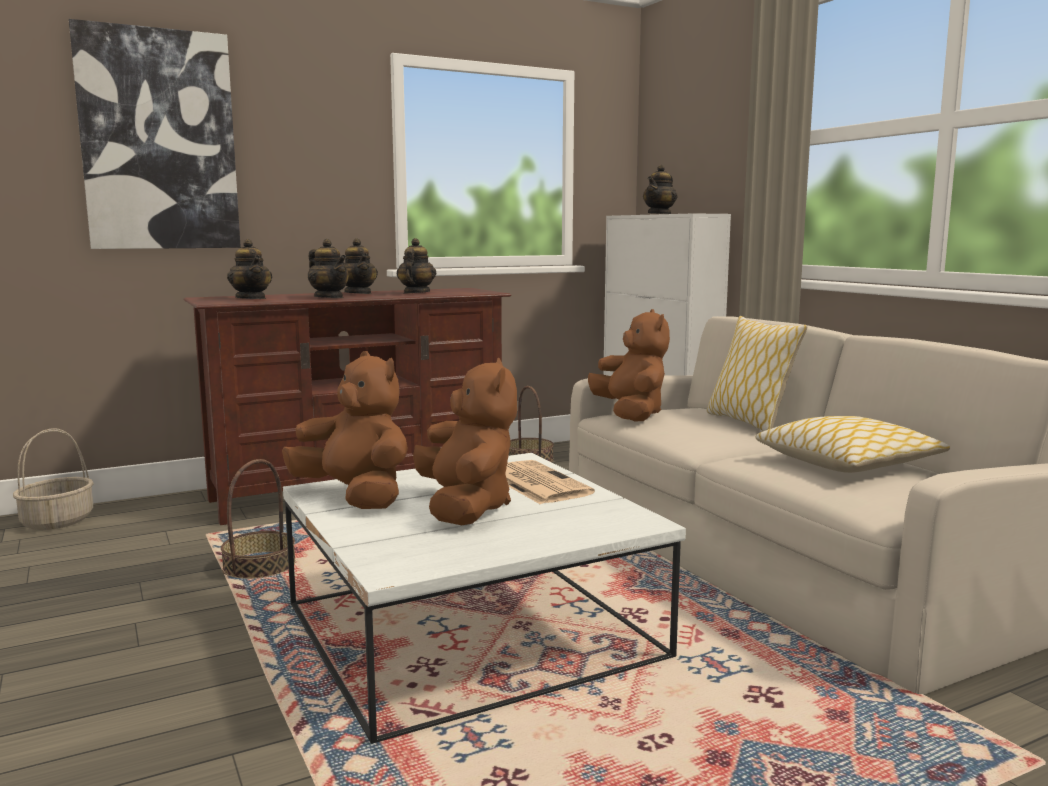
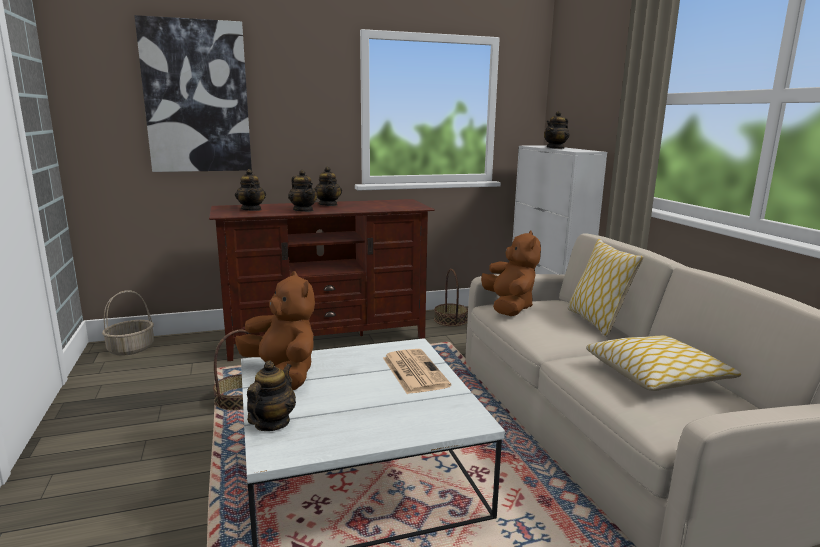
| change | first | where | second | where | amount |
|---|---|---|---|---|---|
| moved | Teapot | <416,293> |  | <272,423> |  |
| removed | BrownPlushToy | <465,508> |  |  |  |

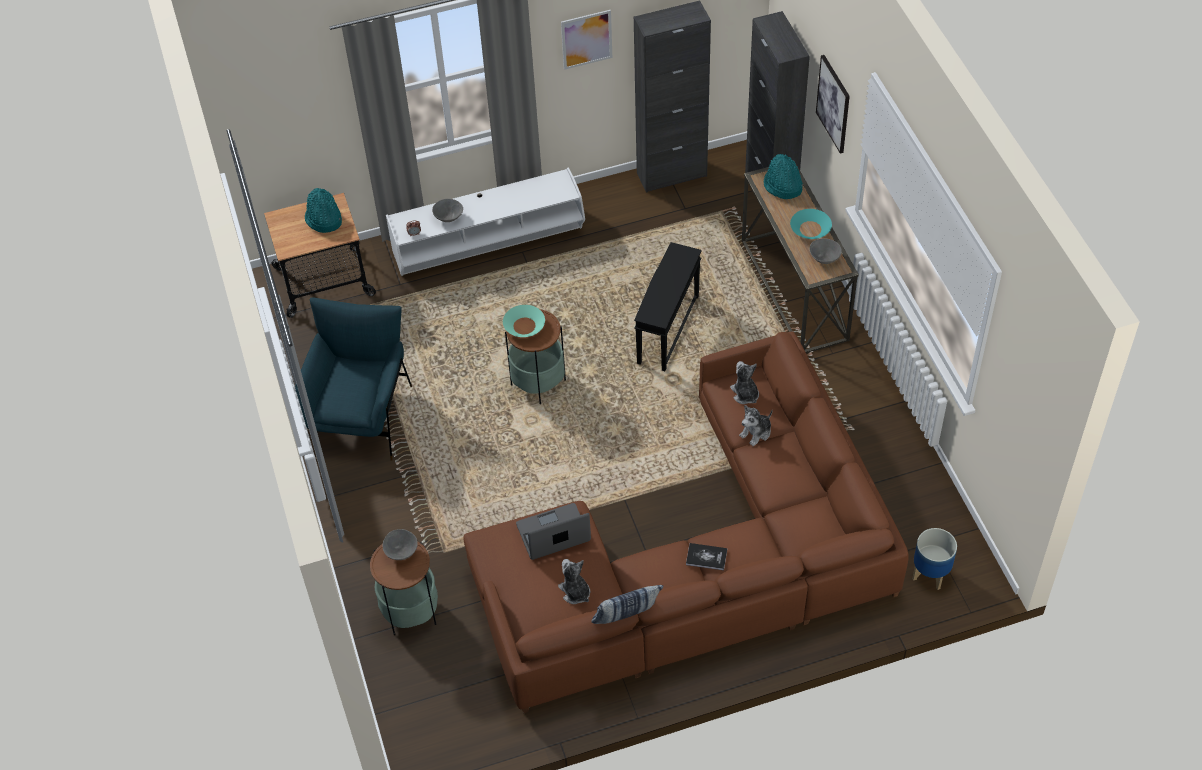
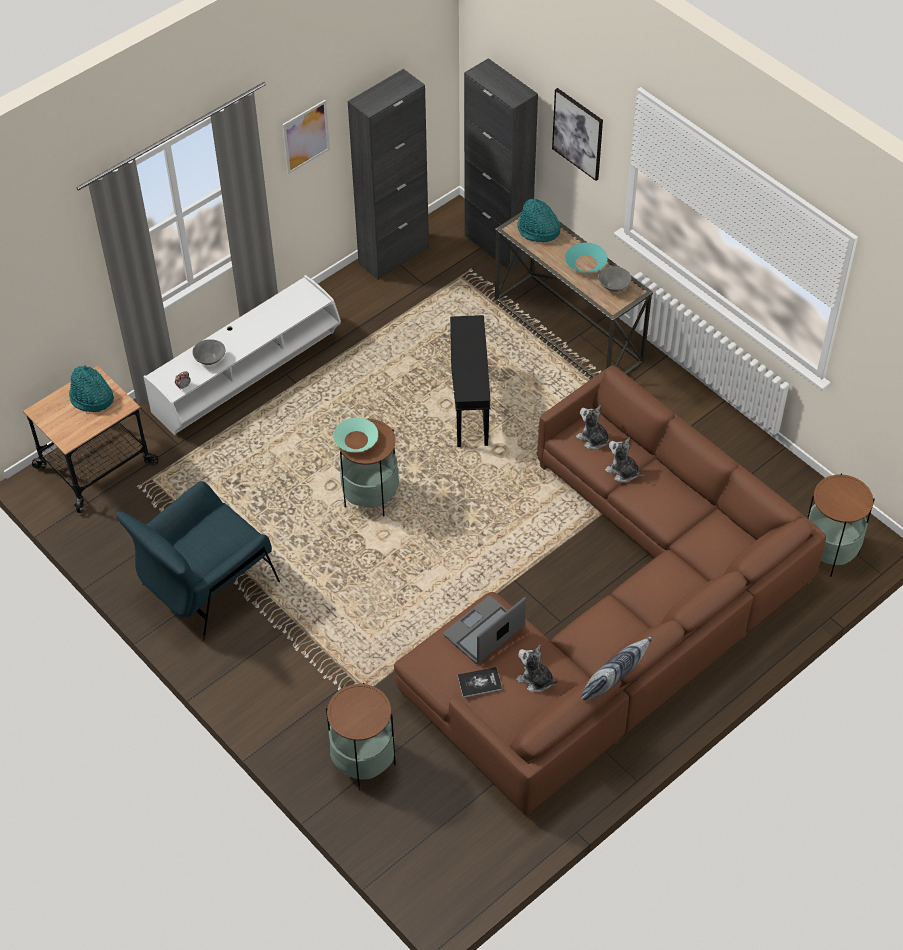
| change | first | where | second | where | amount |
|---|---|---|---|---|---|
| turned | BlueArmchair | <360,414> |  | <207,586> | 120 degrees counterclockwise |
| removed | GreyBowl | <401,551> |  |  |  |
| moved | Book | <706,557> |  | <479,683> |  |
| turned | PlushToy | <756,432> |  | <622,472> | 105 degrees clockwise |
| replaced | Planter | <930,574> | SideTable | <828,552> |  |

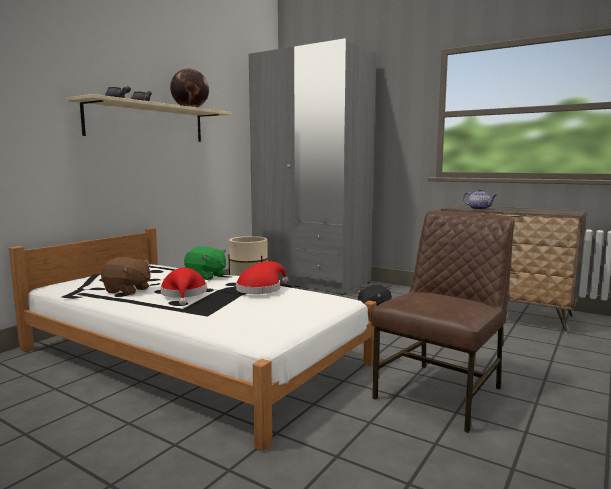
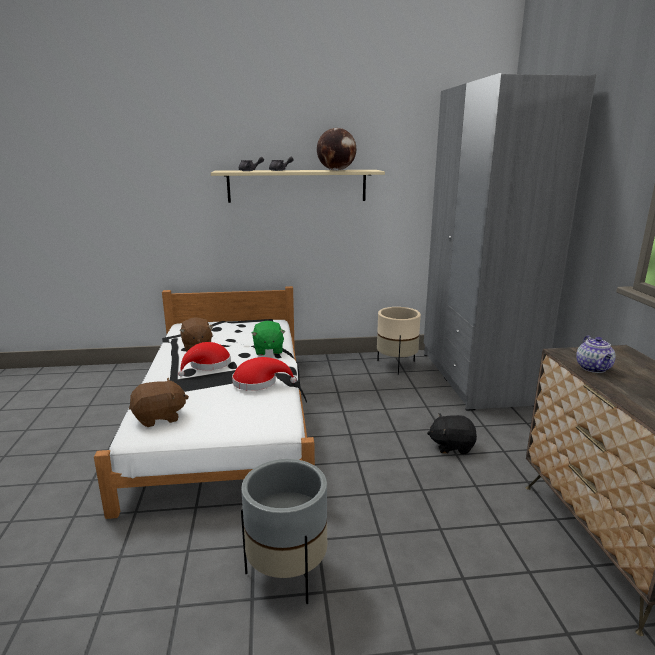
| change | first | where | second | where | amount |
|---|---|---|---|---|---|
| replaced | BrownChair | <441,393> | GreyPlanter | <287,573> |  |
| added |  |  | BrownPlushToy | <159,417> |  |

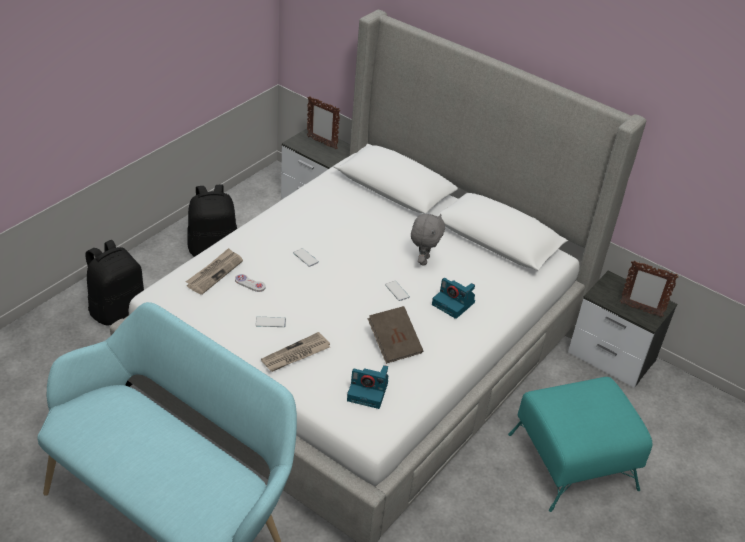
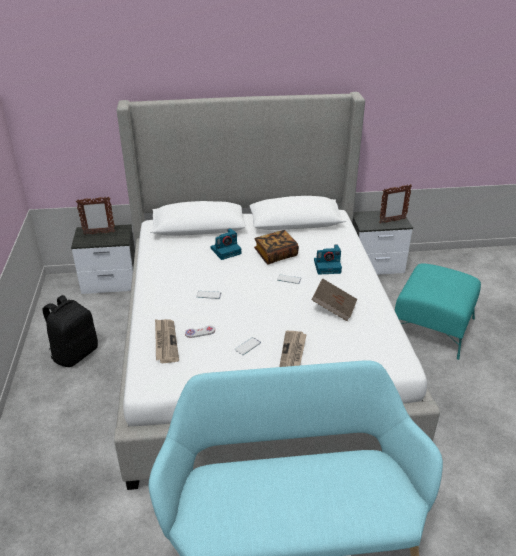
| change | first | where | second | where | amount |
|---|---|---|---|---|---|
| removed | BlackBackpack | <117,310> |  |  |  |
| moved | PhotoCamera | <368,391> |  | <226,250> |  |
| replaced | GreyPlushToy | <423,260> | Book | <276,255> |  |

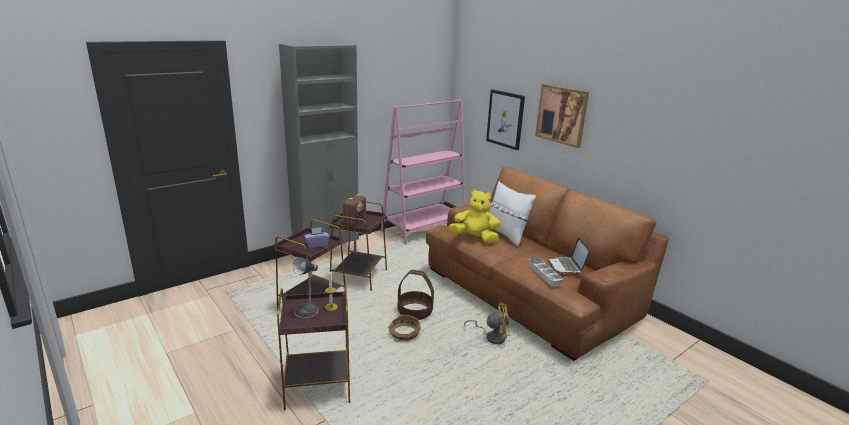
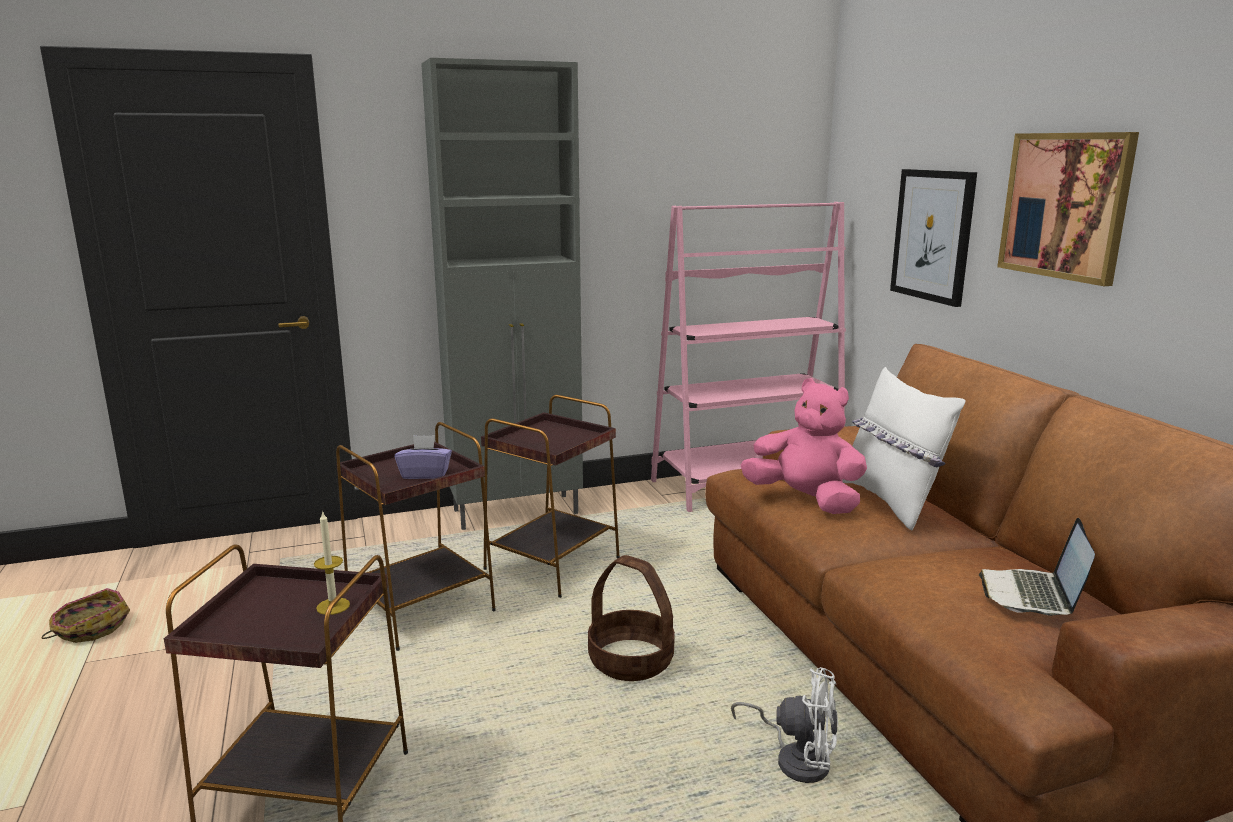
| change | first | where | second | where | amount |
|---|---|---|---|---|---|
| removed | TableLamp | <307,311> |  |  |  |
| removed | Radio | <354,221> |  |  |  |
| moved | Basket | <404,333> |  | <90,628> |  |
| recoloured | YellowPlushToy | <475,238> | PinkPlushToy | <805,500> |  |
| recoloured | YellowFan | <492,337> | WhiteFan | <796,759> |  |
| removed | GreyTray | <544,274> |  |  |  |

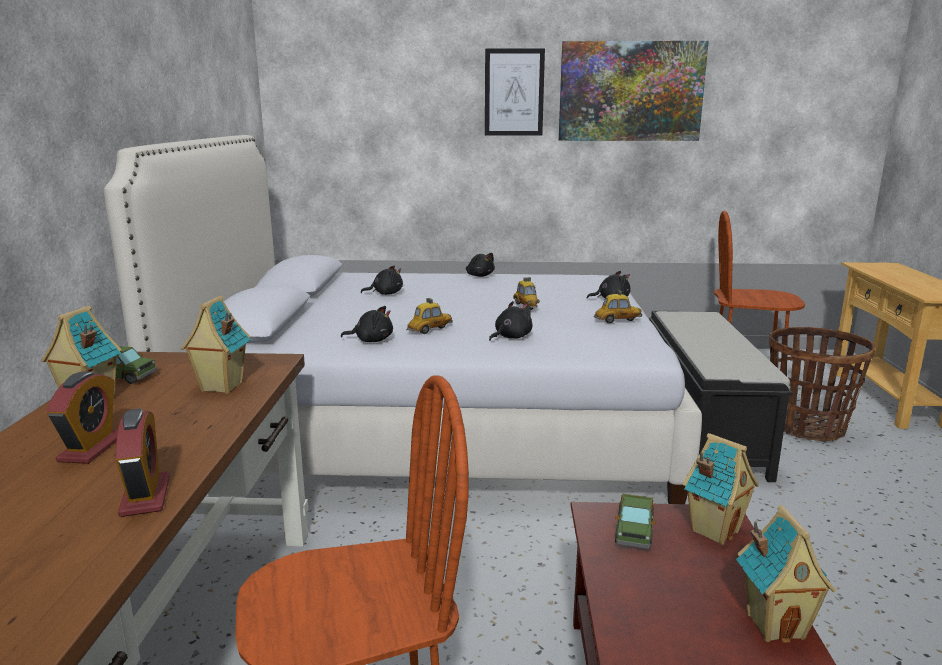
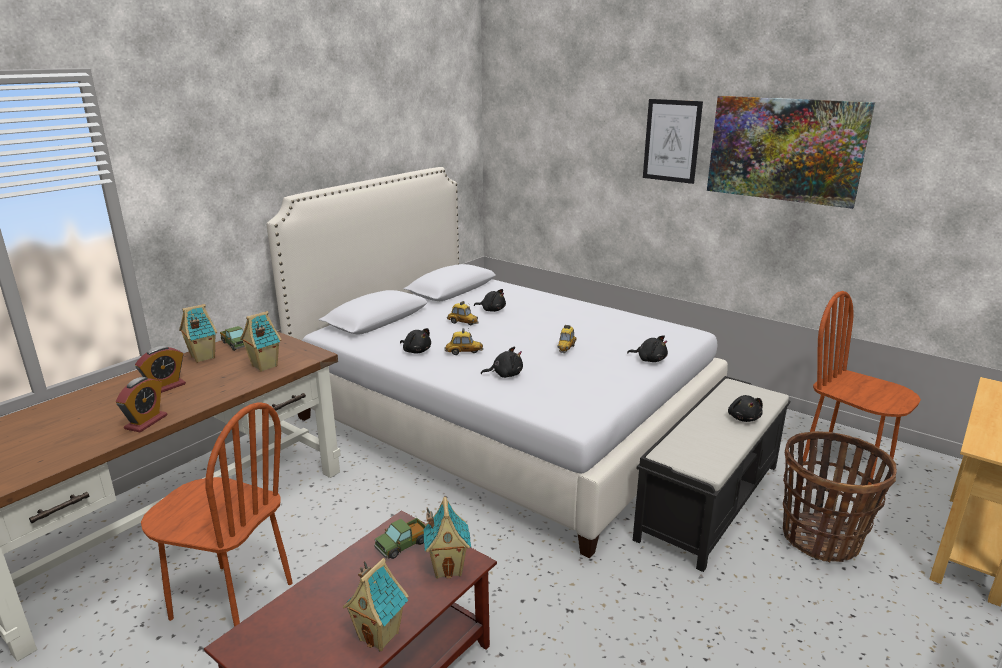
| change | first | where | second | where | amount |
|---|---|---|---|---|---|
| moved | BlackPlushToy | <479,276> |  | <743,418> |  |
| moved | ToyCar | <617,321> |  | <462,323> |  |

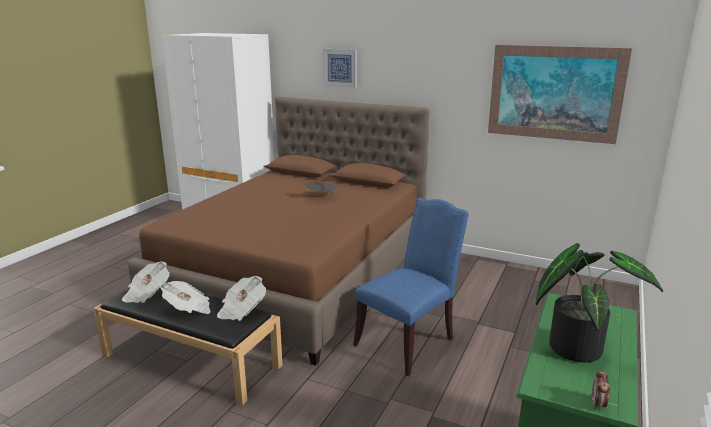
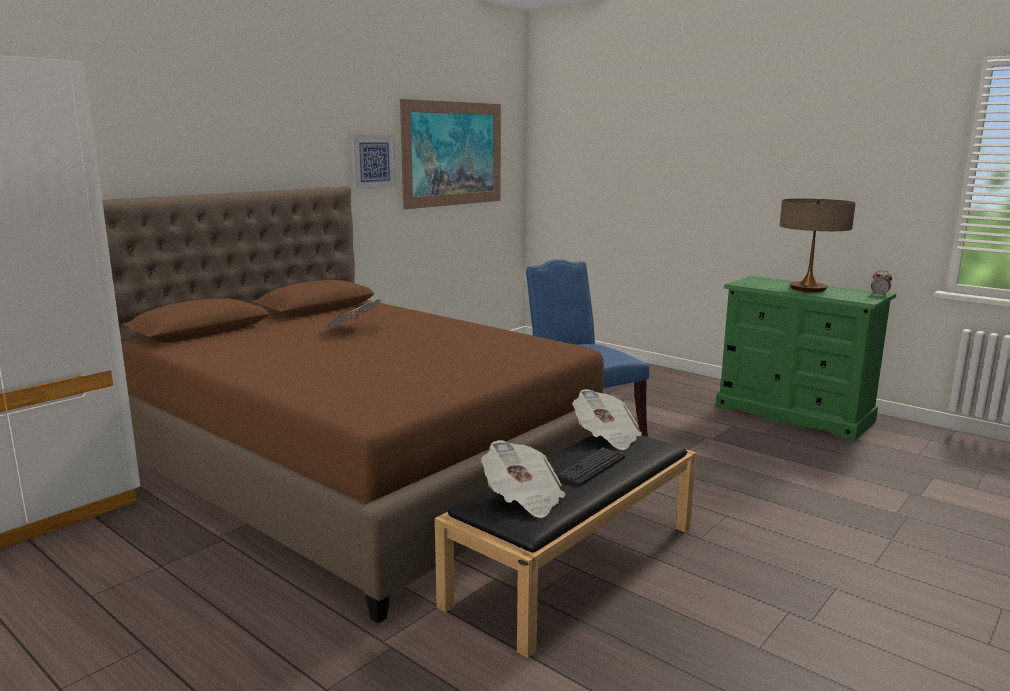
| change | first | where | second | where | amount |
|---|---|---|---|---|---|
| replaced | Newspaper | <188,309> | Keyboard | <591,467> |  |
| moved | Picture | <340,67> |  | <372,161> |  |
| replaced | PottedPlant | <578,346> | TableLamp | <808,289> |  |

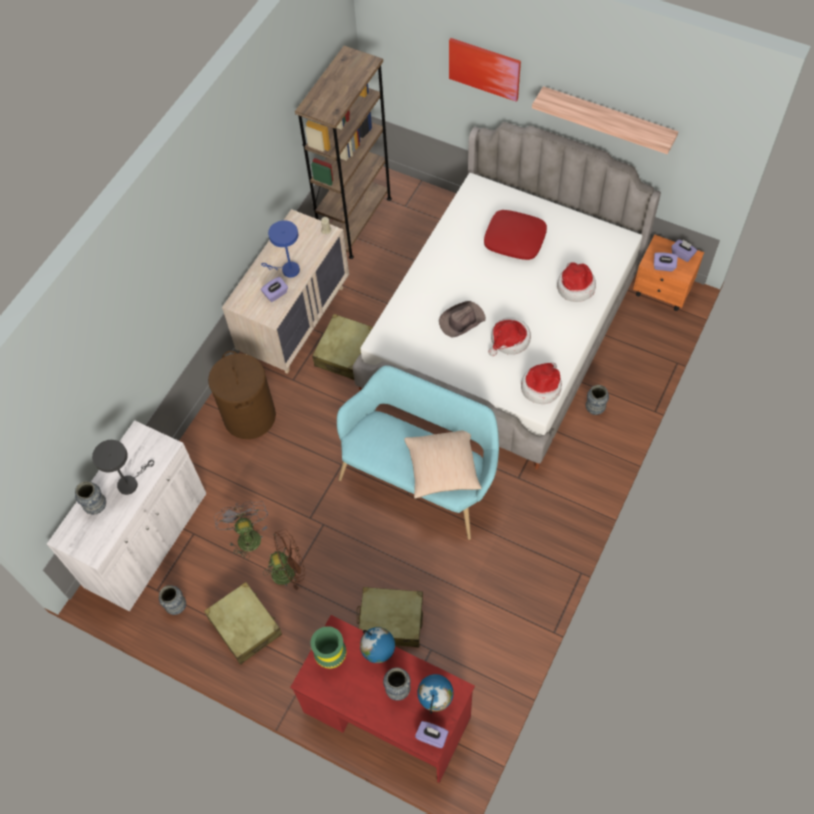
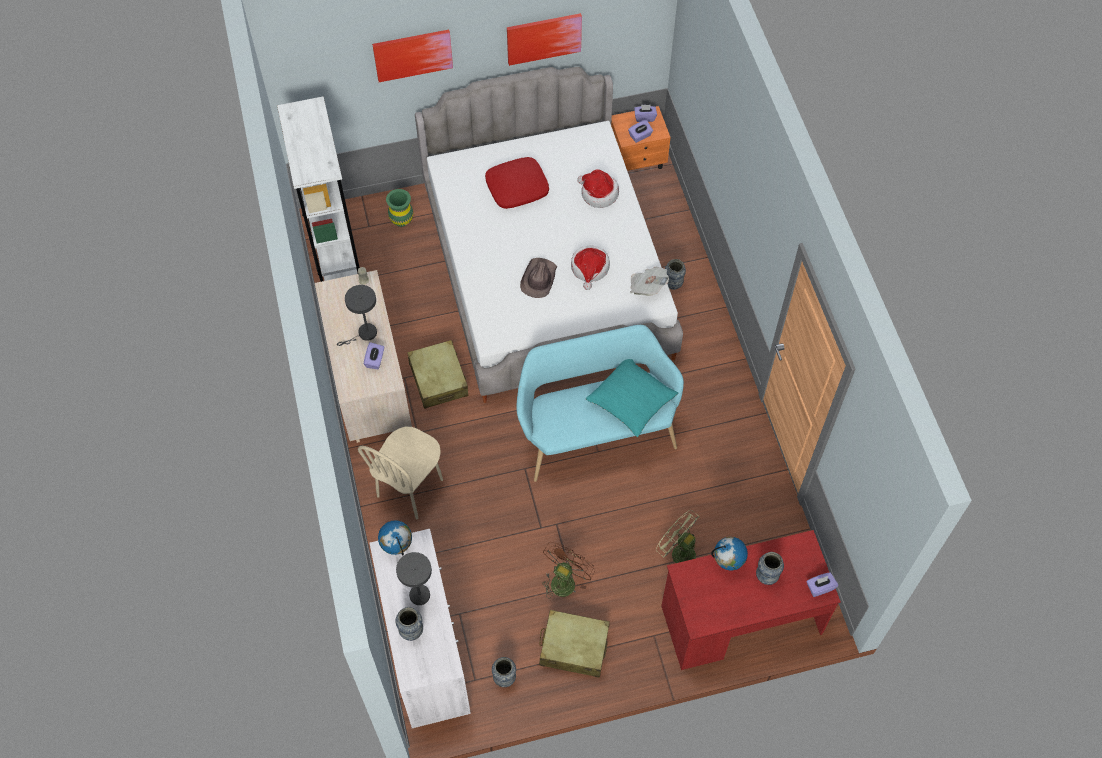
| change | first | where | second | where | amount |
|---|---|---|---|---|---|
| replaced | BrownLaundryBasket | <249,416> | BeigeChair | <410,488> |  |
| removed | GreyFan | <247,536> |  |  |  |
| recoloured | BlueTableLamp | <287,270> | GreyTableLamp | <364,334> |  |
| recoloured | BrownBookcase | <355,221> | WhiteBookcase | <339,267> |  |
| moved | GreenVase | <331,655> |  | <401,219> |  |
| replaced | BeigeSuitcase | <391,621> | GreenFan | <678,553> |  |
| recoloured | BeigePillow | <442,468> | TurquoisePillow | <631,401> |  |
| moved | Globe | <435,699> |  | <397,547> |  |
| replaced | Hat | <541,387> | Newspaper | <647,286> |  |
| replaced | Shelf | <607,119> | Picture | <544,38> |  |

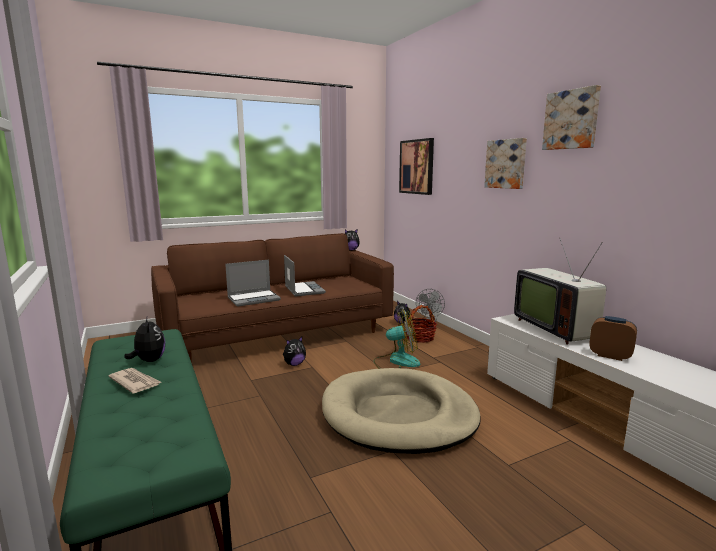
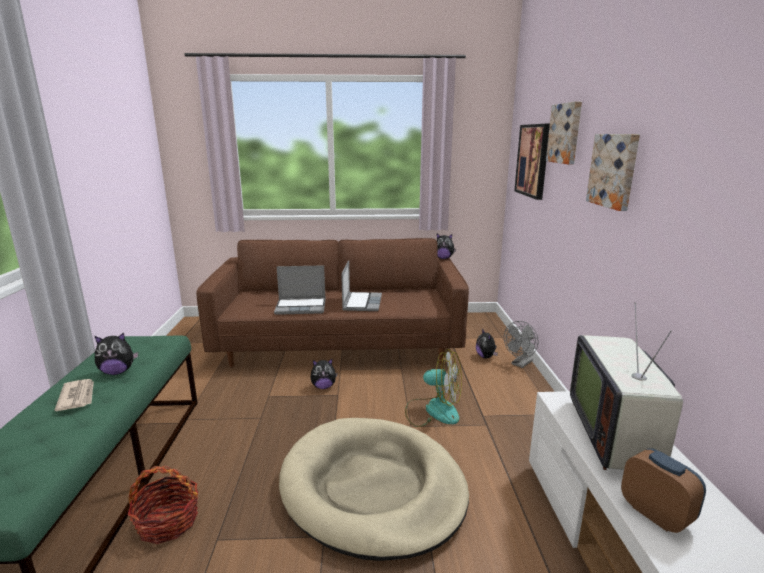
| change | first | where | second | where | amount |
|---|---|---|---|---|---|
| turned | PlushToy | <149,361> |  | <118,372> | 75 degrees clockwise |
| moved | Basket | <420,338> |  | <168,522> |  |
| moved | Picture | <571,119> |  | <566,133> |  |

